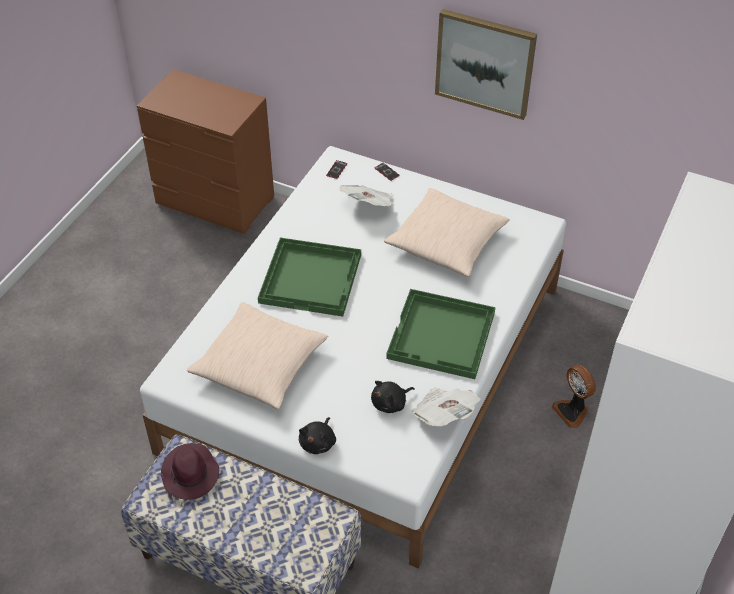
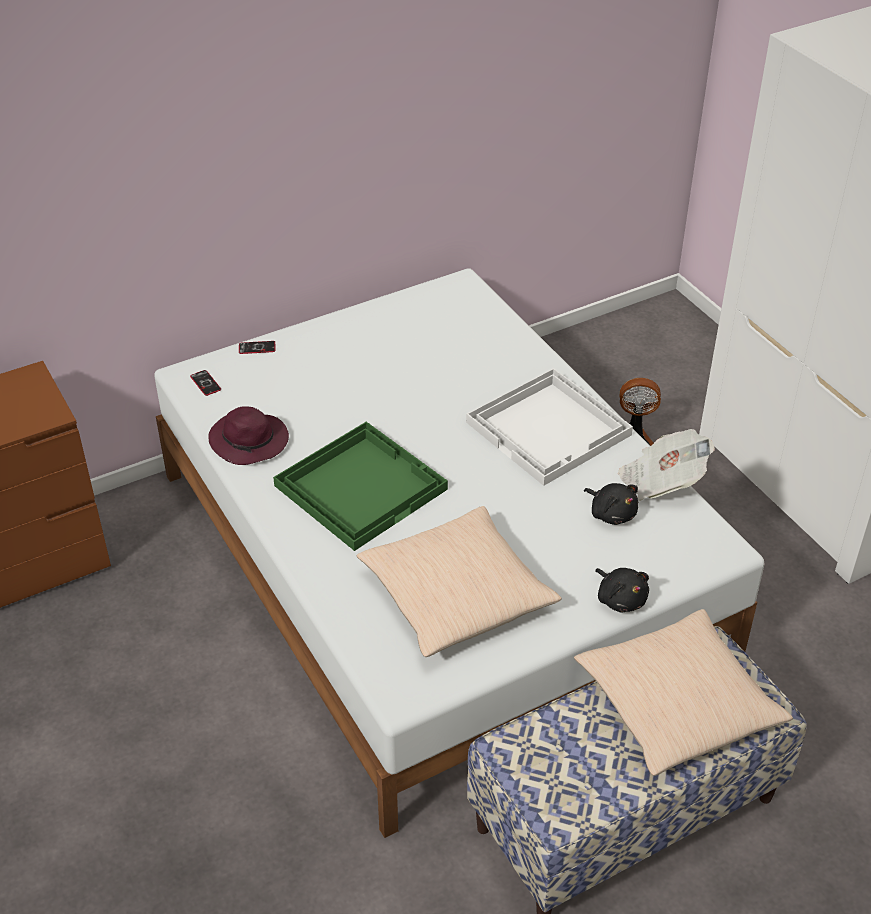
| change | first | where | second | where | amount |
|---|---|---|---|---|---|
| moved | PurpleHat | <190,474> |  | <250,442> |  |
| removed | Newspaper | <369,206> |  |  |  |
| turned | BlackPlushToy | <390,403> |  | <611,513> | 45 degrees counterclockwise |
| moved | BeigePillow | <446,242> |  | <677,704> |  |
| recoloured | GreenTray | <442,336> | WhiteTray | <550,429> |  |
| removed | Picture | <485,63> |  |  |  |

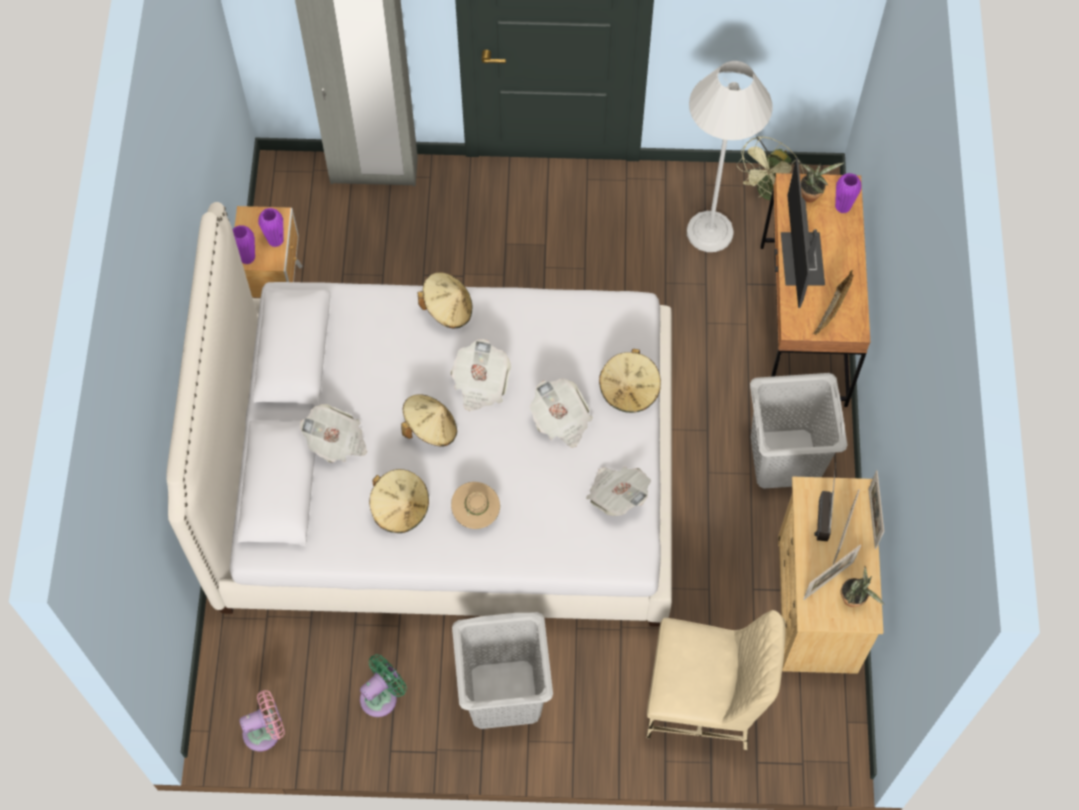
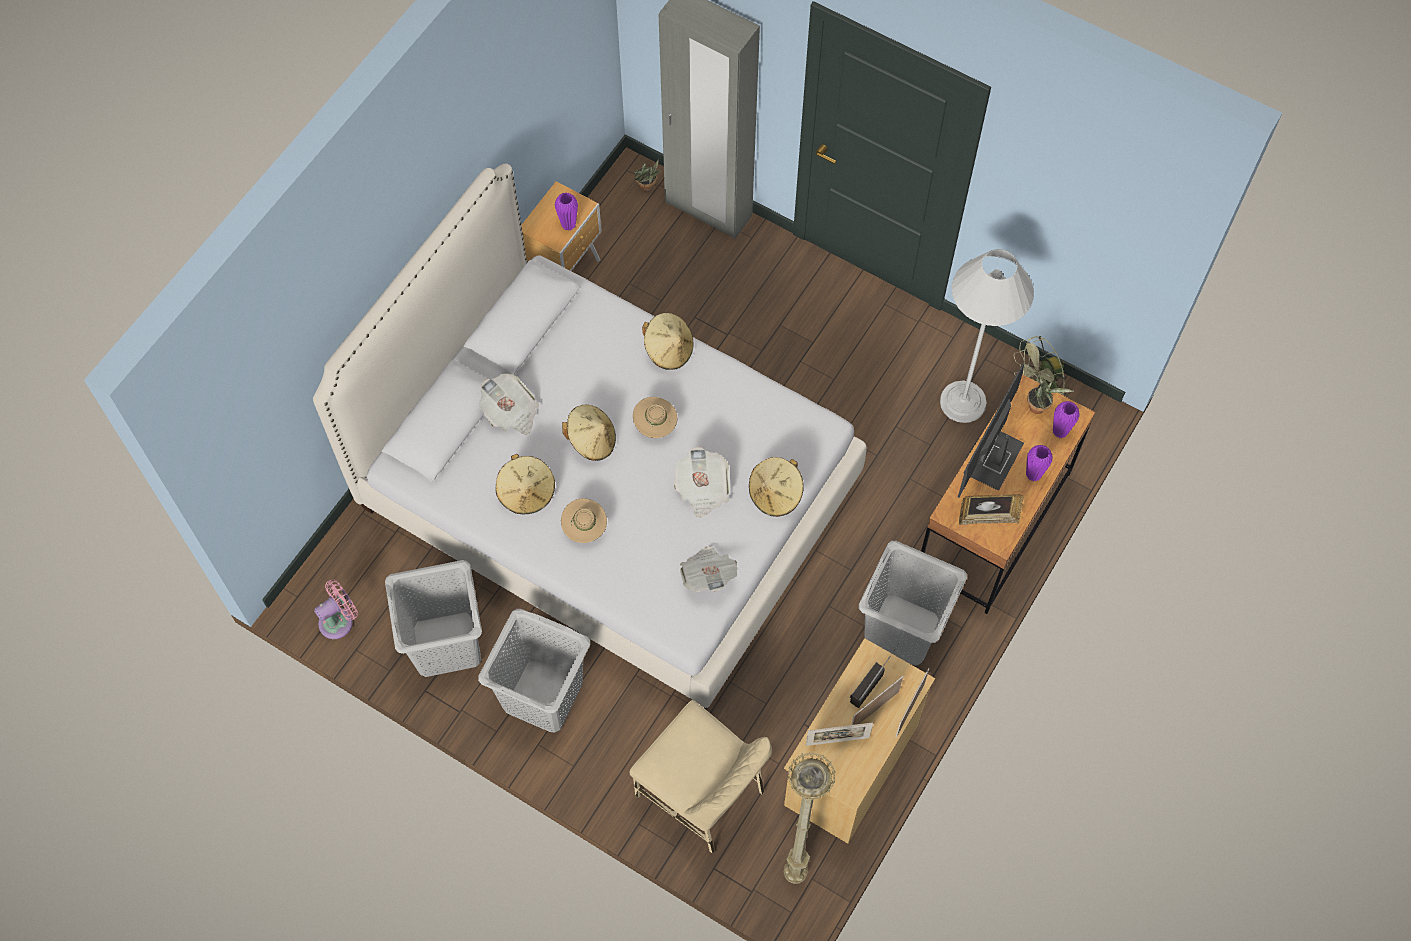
| change | first | where | second | where | amount |
|---|---|---|---|---|---|
| moved | PurpleVase | <247,258> |  | <1033,474> |  |
| turned | PinkFan | <265,731> |  | <339,621> | 45 degrees counterclockwise |
| replaced | GreenFan | <382,696> | GreyLaundryBasket | <445,643> |  |
| replaced | Newspaper | <480,384> | BeigeHat | <655,425> |  |
| turned | PictureFrame | <830,314> |  | <987,518> | 150 degrees counterclockwise |
| moved | PottedPlant | <854,600> |  | <647,187> |  |
| added |  |  | BeigeFloorLamp | <794,875> |  |

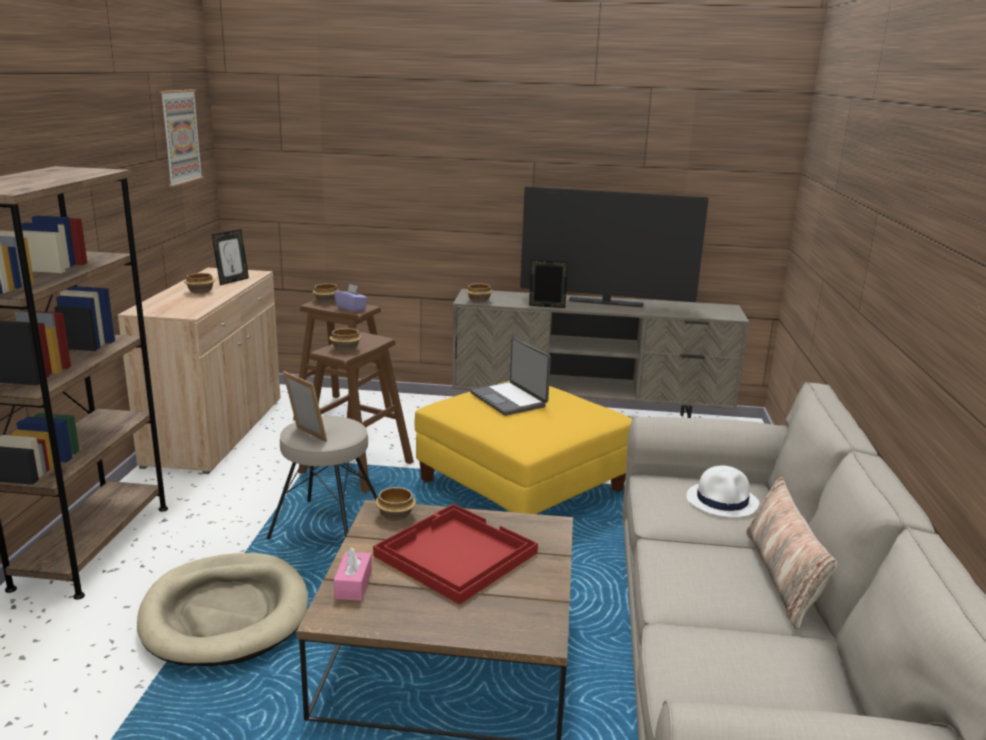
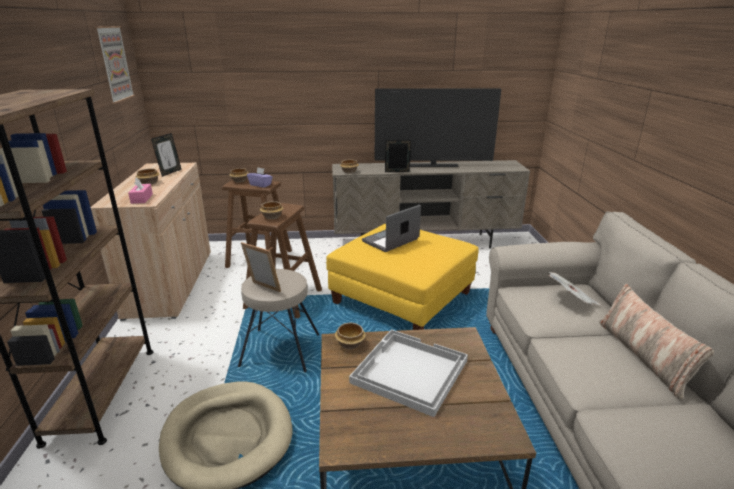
| change | first | where | second | where | amount |
|---|---|---|---|---|---|
| moved | PinkTissueBox | <353,585> |  | <142,199> |  |
| recoloured | RedTray | <454,554> | WhiteTray | <408,372> |  |
| turned | Laptop | <509,399> |  | <391,241> | 90 degrees clockwise |
| replaced | WhiteHat | <722,501> | Newspaper | <571,301> |  |

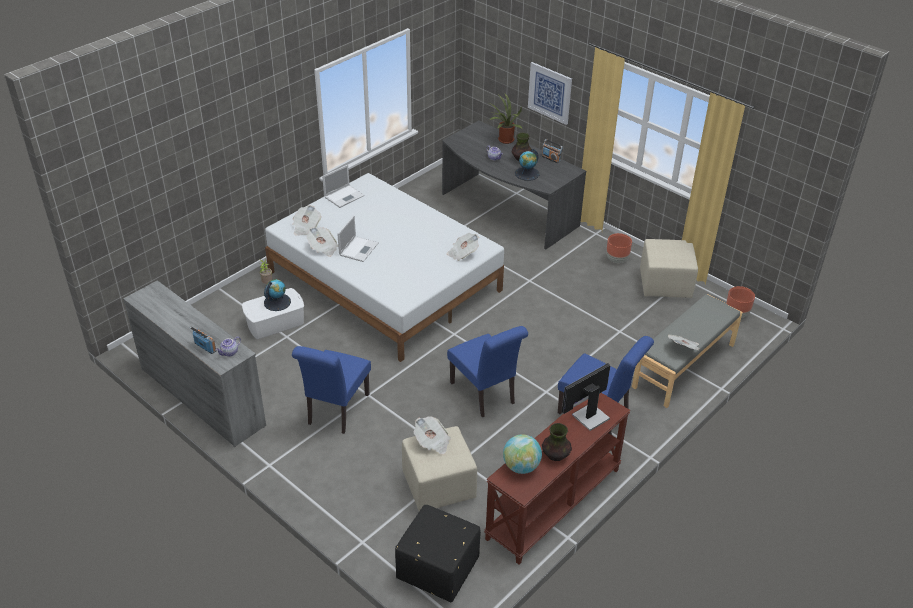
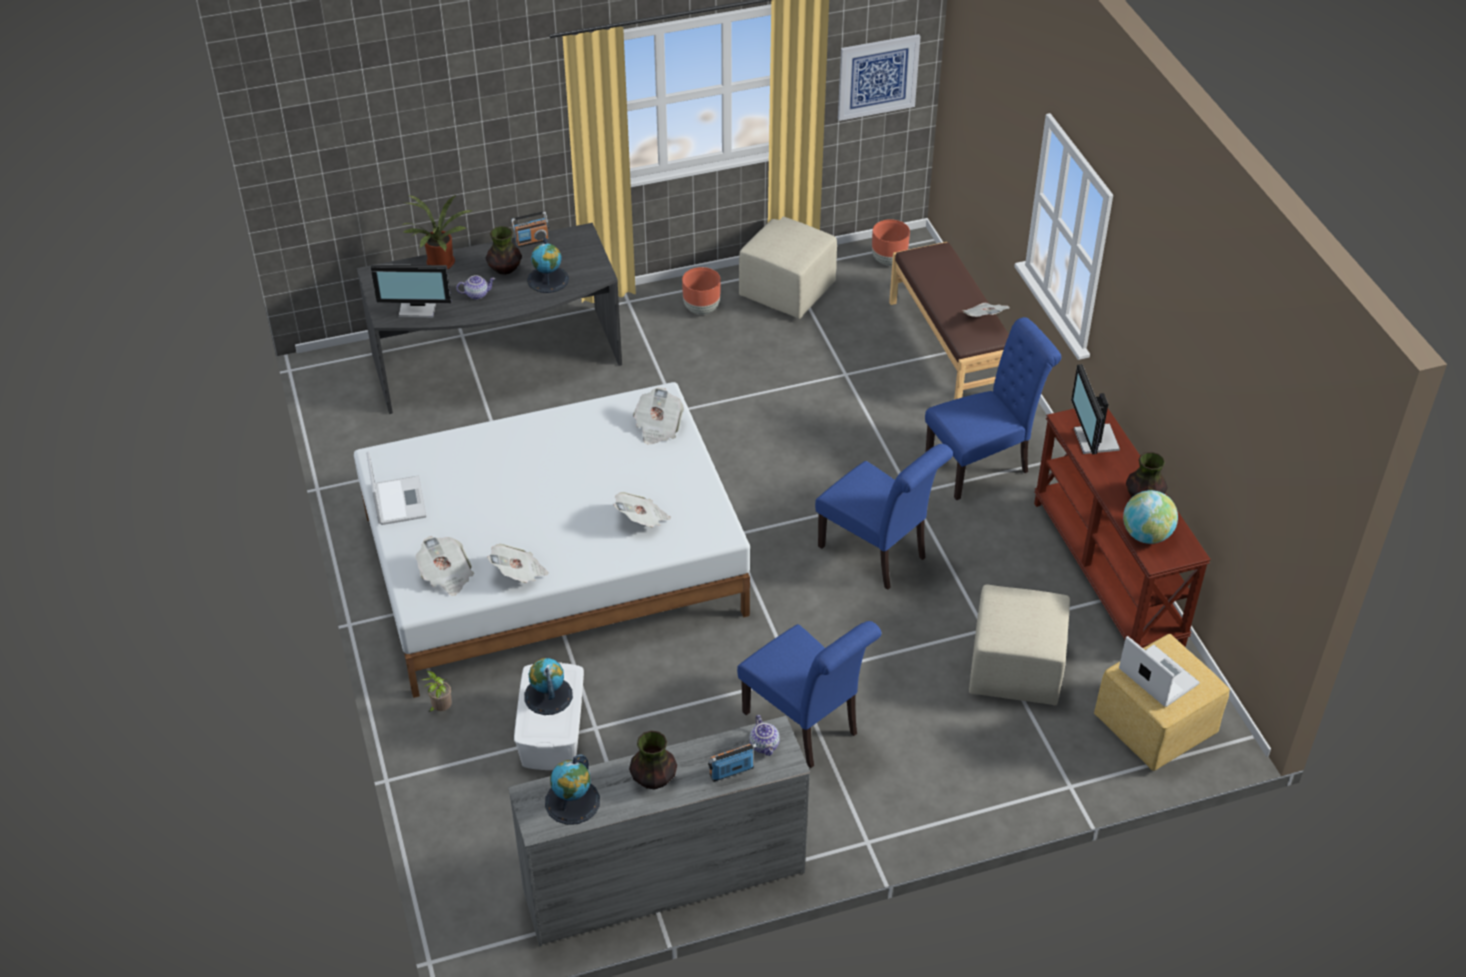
| change | first | where | second | where | amount |
|---|---|---|---|---|---|
| moved | Laptop | <359,249> |  | <1157,676> |  |
| recoloured | BlackOttoman | <437,570> | YellowOttoman | <1155,728> |  |
| moved | Newspaper | <432,442> |  | <642,520> |  |
| turned | BlueChair | <485,395> |  | <878,555> | 45 degrees clockwise |
| moved | Picture | <550,93> |  | <877,76> |  |
| recoloured | GreyBench | <684,366> | BrownBench | <949,349> |  |
| added |  |  | Monitor | <418,308> |  |
| added |  |  | Globe | <572,801> |  |
| added |  |  | Vase | <653,779> |  |

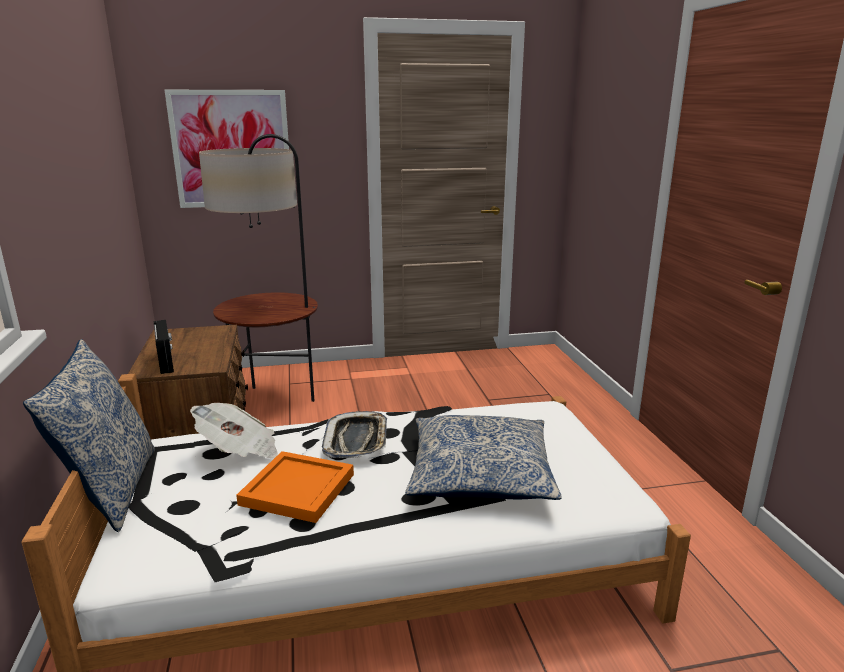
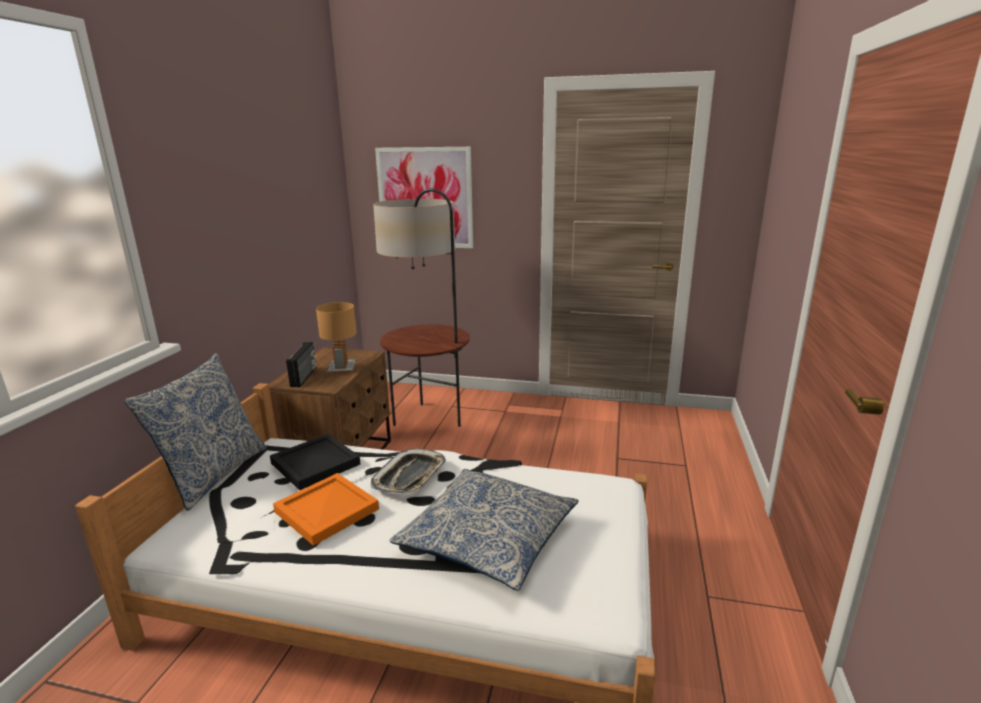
| change | first | where | second | where | amount |
|---|---|---|---|---|---|
| replaced | Newspaper | <239,450> | BlackTray | <317,464> |  |
| added |  |  | BrownTableLamp | <342,369> |  |

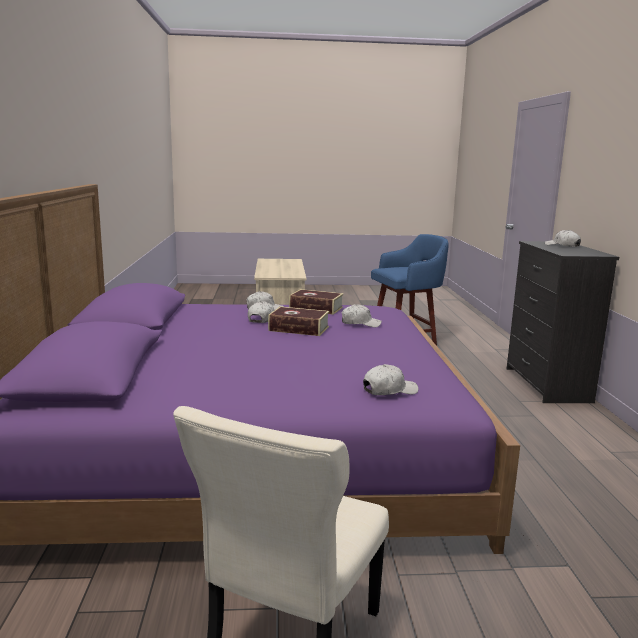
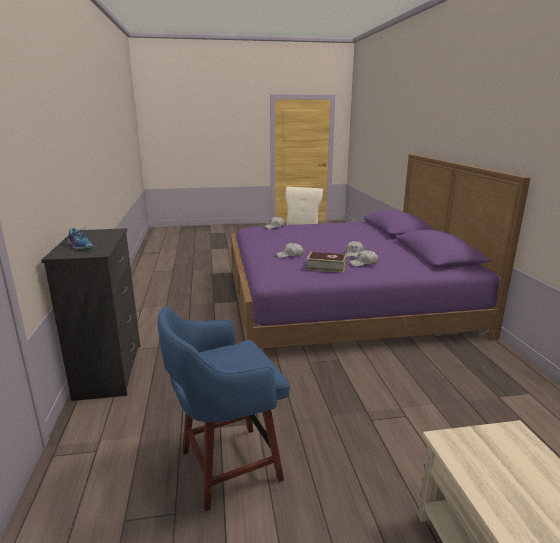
| change | first | where | second | where | amount |
|---|---|---|---|---|---|
| removed | Book | <299,329> |  |  |  |
| replaced | WhiteCap | <562,246> | Shoe | <81,246> |  |

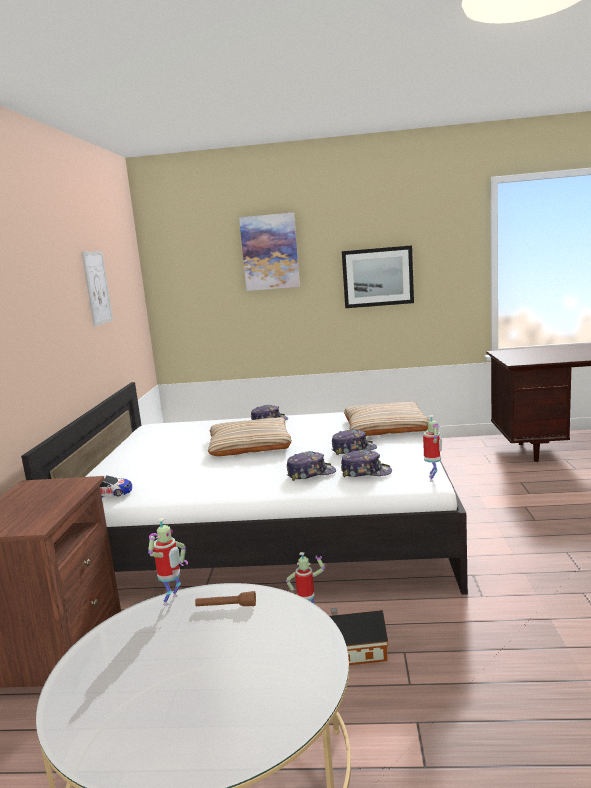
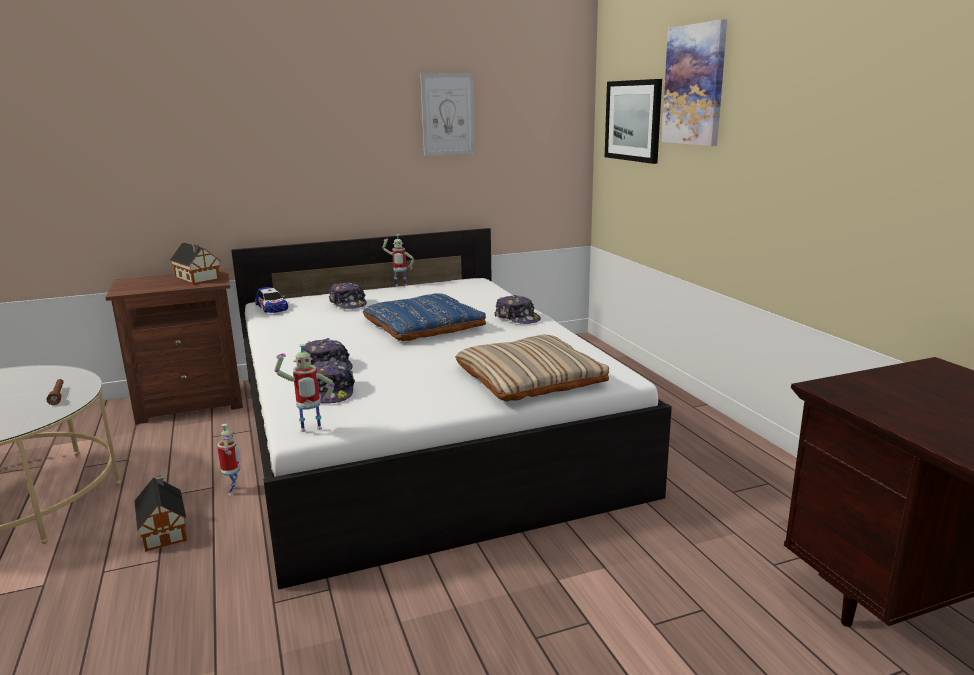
| change | first | where | second | where | amount |
|---|---|---|---|---|---|
| moved | ToyRobot | <173,601> |  | <400,286> |  |
| recoloured | BeigePillow | <249,444> | BluePillow | <424,325> |  |
| moved | Cap | <353,449> |  | <348,303> |  |
| moved | Picture | <377,277> |  | <633,120> |  |
| added |  |  | ToyHouse | <198,279> |  |

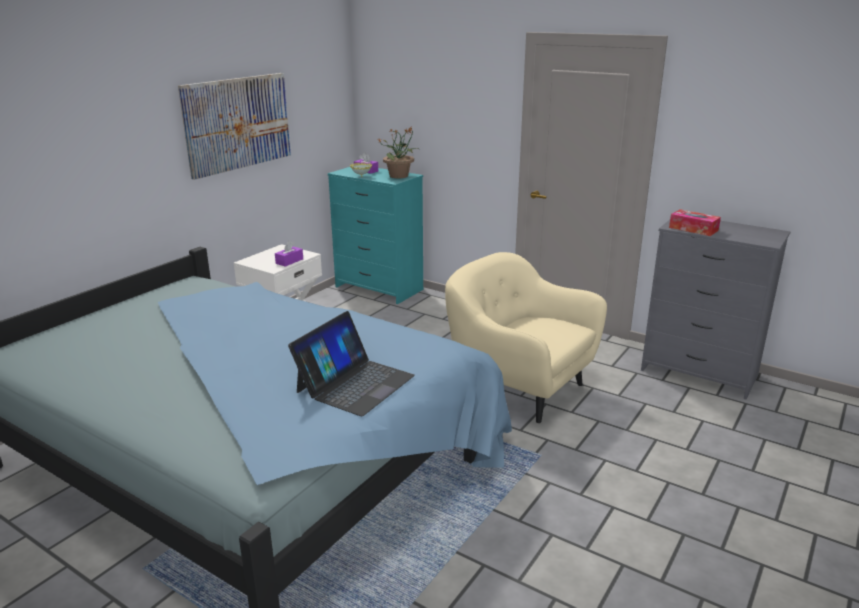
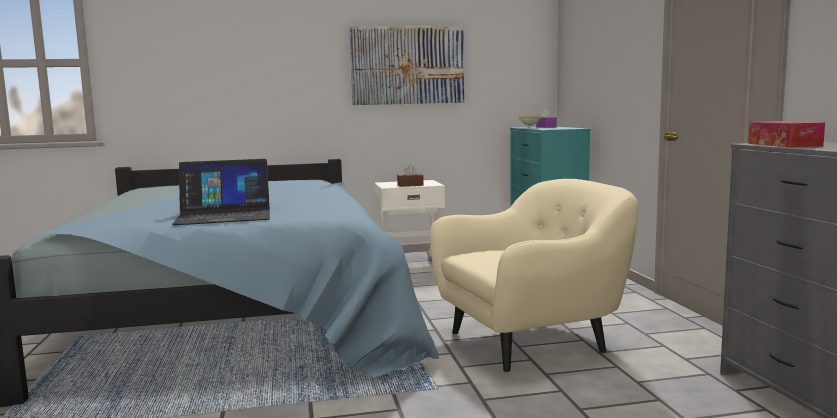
| change | first | where | second | where | amount |
|---|---|---|---|---|---|
| recoloured | PurpleTissueBox | <289,261> | BrownTissueBox | <410,185> |  |
| removed | PottedPlant | <399,176> |  |  |  |
| turned | BeigeArmchair | <519,387> |  | <530,341> | 75 degrees clockwise |

